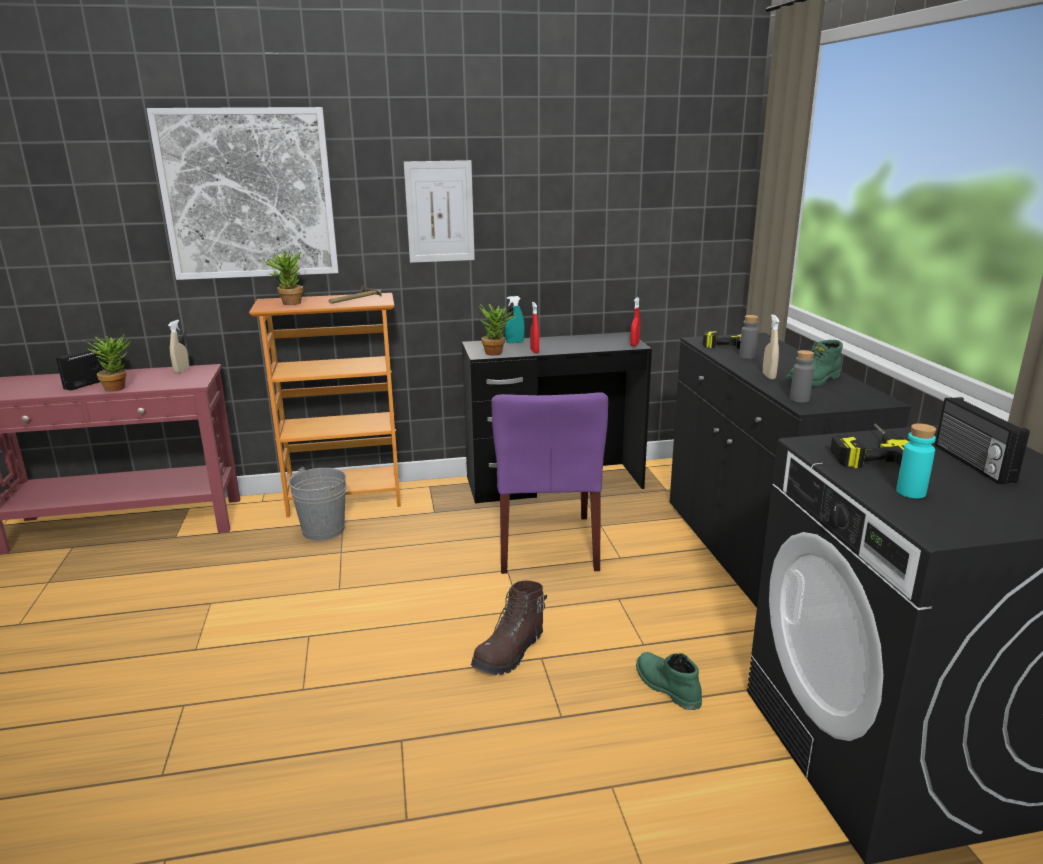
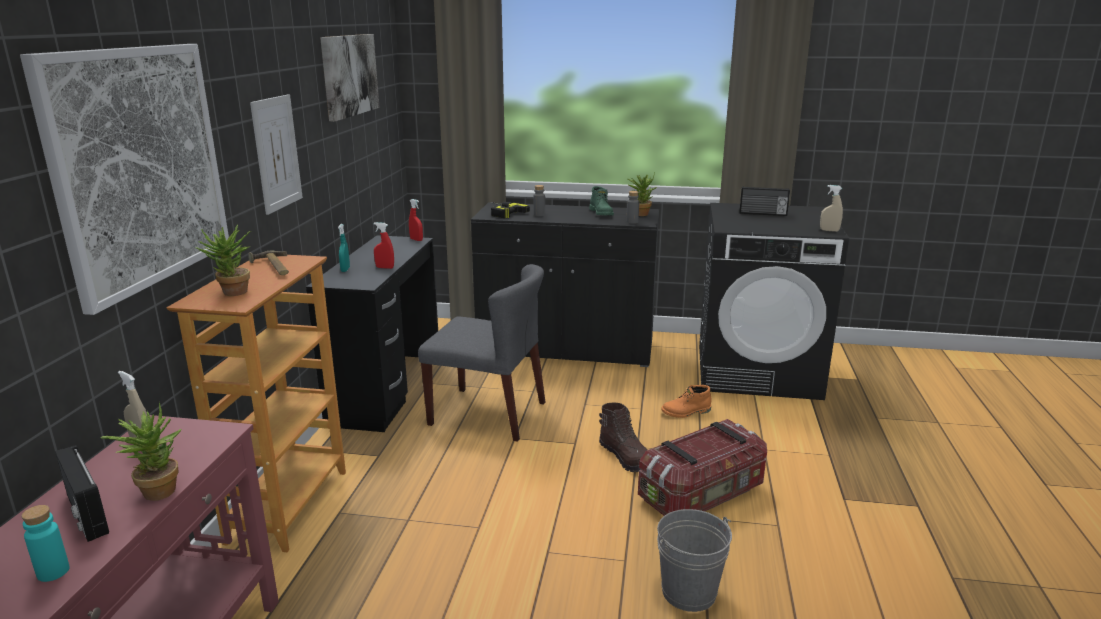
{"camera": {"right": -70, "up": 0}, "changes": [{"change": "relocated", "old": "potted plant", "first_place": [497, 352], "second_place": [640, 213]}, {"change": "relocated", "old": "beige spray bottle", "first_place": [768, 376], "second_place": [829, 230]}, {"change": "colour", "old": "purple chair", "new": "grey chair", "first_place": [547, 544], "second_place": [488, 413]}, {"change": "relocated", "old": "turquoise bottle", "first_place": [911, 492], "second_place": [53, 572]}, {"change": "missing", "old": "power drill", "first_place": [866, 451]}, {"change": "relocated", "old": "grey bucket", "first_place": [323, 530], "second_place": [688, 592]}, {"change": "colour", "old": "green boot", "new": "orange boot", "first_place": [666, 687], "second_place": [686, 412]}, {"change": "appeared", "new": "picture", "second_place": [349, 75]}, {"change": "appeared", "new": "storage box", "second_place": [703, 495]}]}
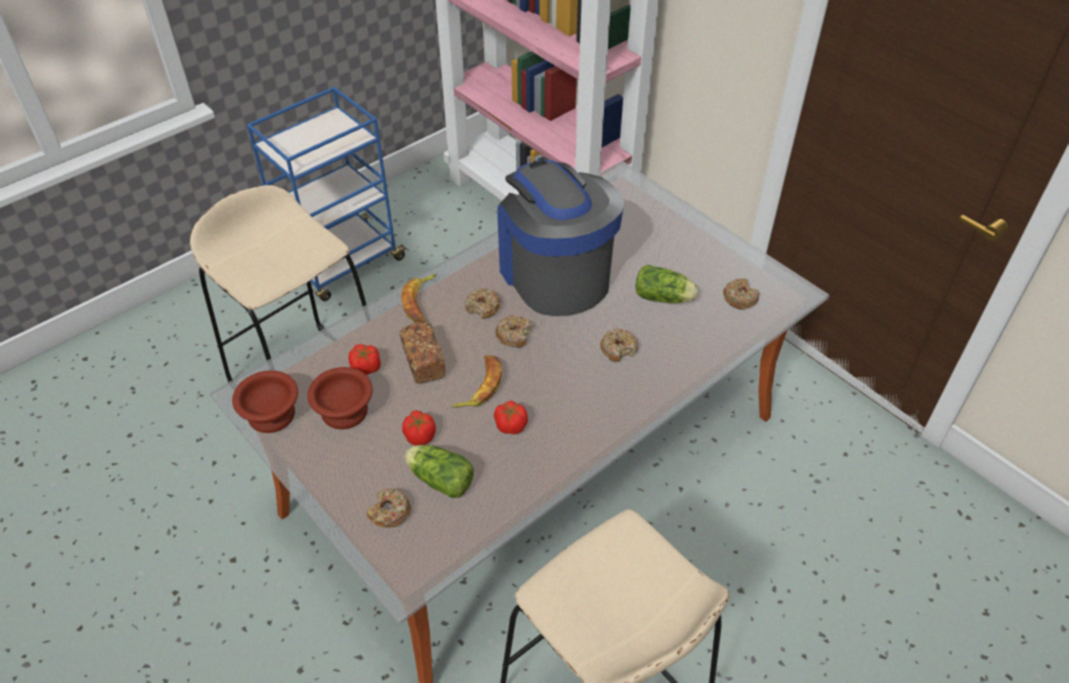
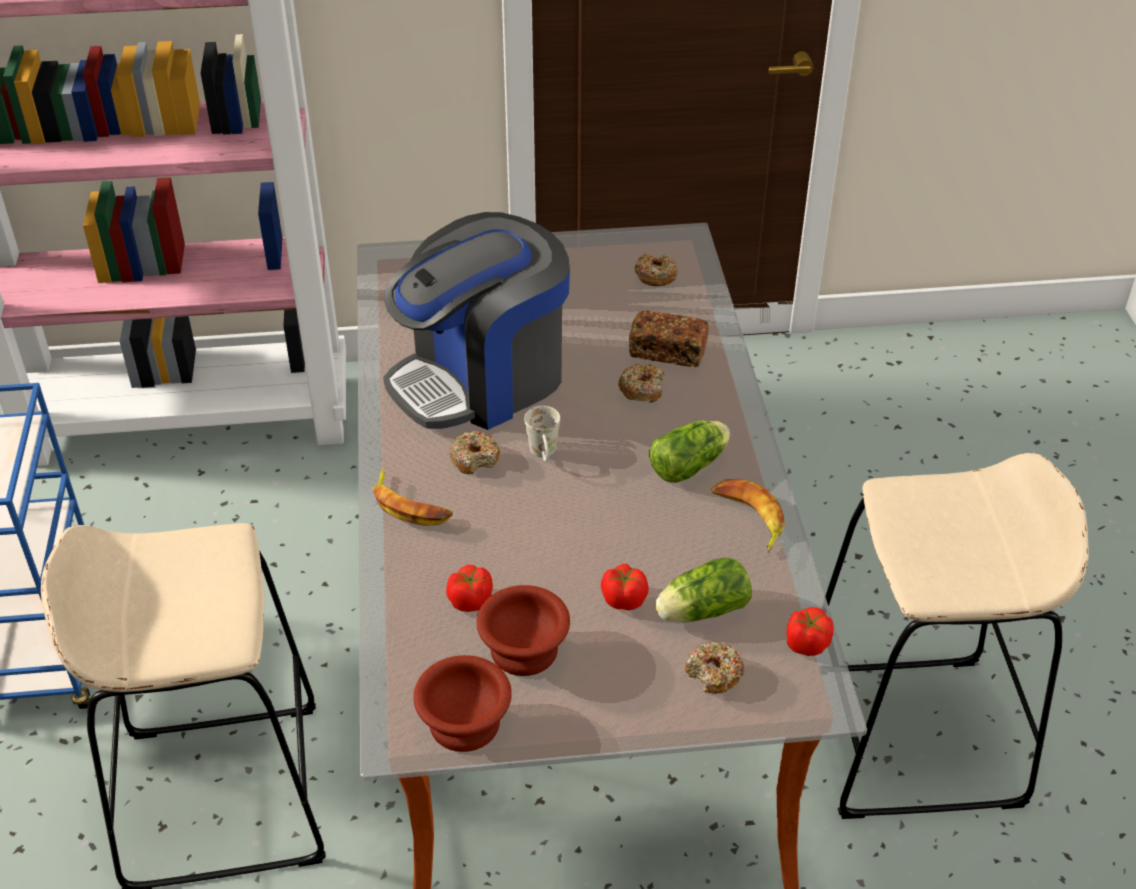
{"camera": {"right": -55, "up": -5}, "changes": [{"change": "spun", "old": "coffee machine", "first_place": [554, 273], "second_place": [481, 379], "degrees": -45}, {"change": "relocated", "old": "lettuce", "first_place": [665, 298], "second_place": [691, 464]}, {"change": "exchanged", "old": "donut", "new": "white mug", "first_place": [514, 335], "second_place": [544, 455]}, {"change": "relocated", "old": "bread", "first_place": [423, 361], "second_place": [667, 352]}, {"change": "relocated", "old": "banana", "first_place": [479, 386], "second_place": [748, 518]}, {"change": "relocated", "old": "tomato", "first_place": [510, 425], "second_place": [807, 644]}]}
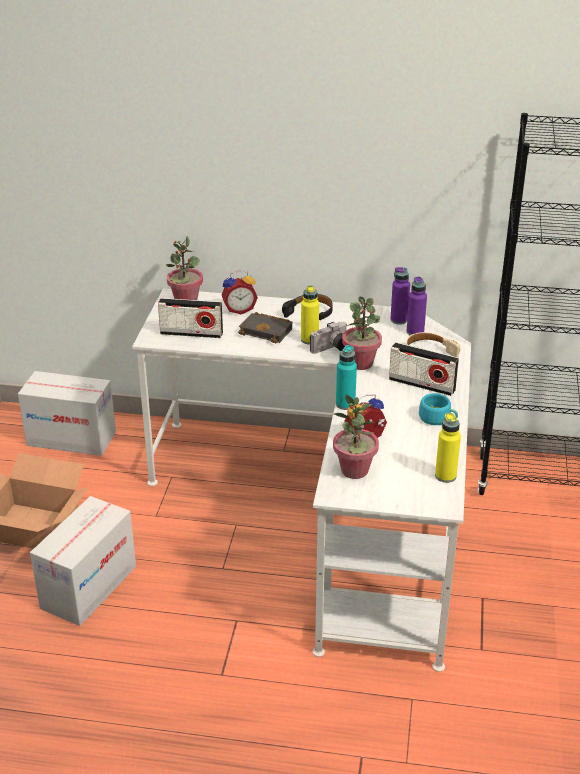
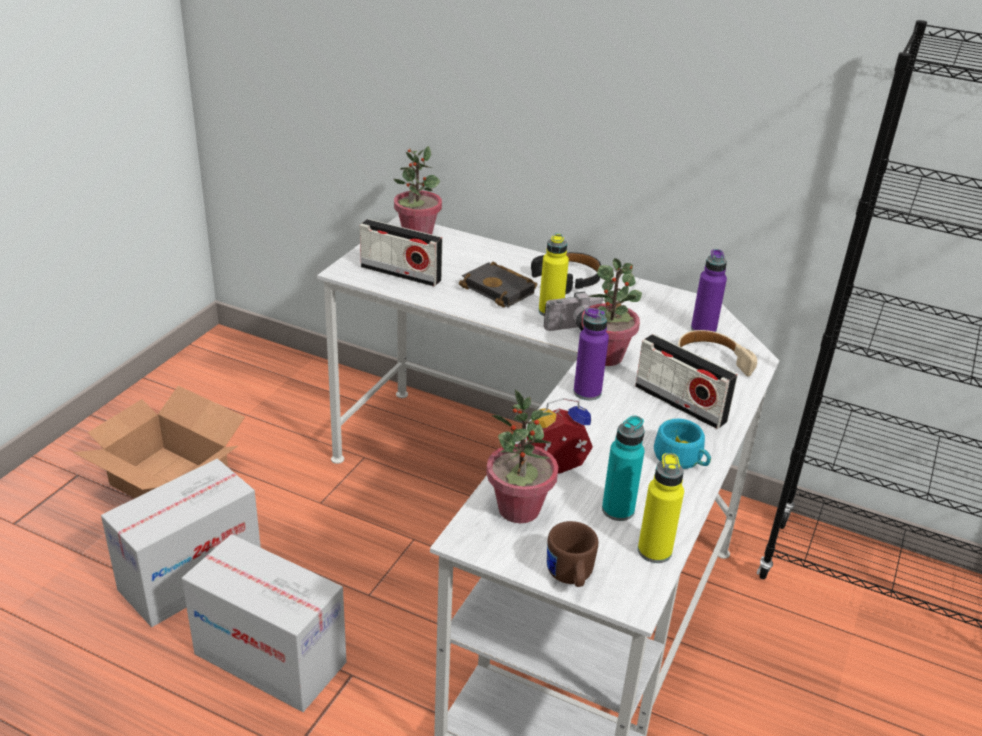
{"camera": {"right": 15, "up": 0}, "changes": [{"change": "relocated", "old": "purple bottle", "first_place": [399, 320], "second_place": [587, 392]}, {"change": "missing", "old": "alarm clock", "first_place": [239, 310]}, {"change": "relocated", "old": "turquoise bottle", "first_place": [345, 404], "second_place": [618, 510]}, {"change": "relocated", "old": "cardboard box", "first_place": [71, 438], "second_place": [271, 658]}, {"change": "appeared", "new": "brown mug", "second_place": [570, 577]}]}
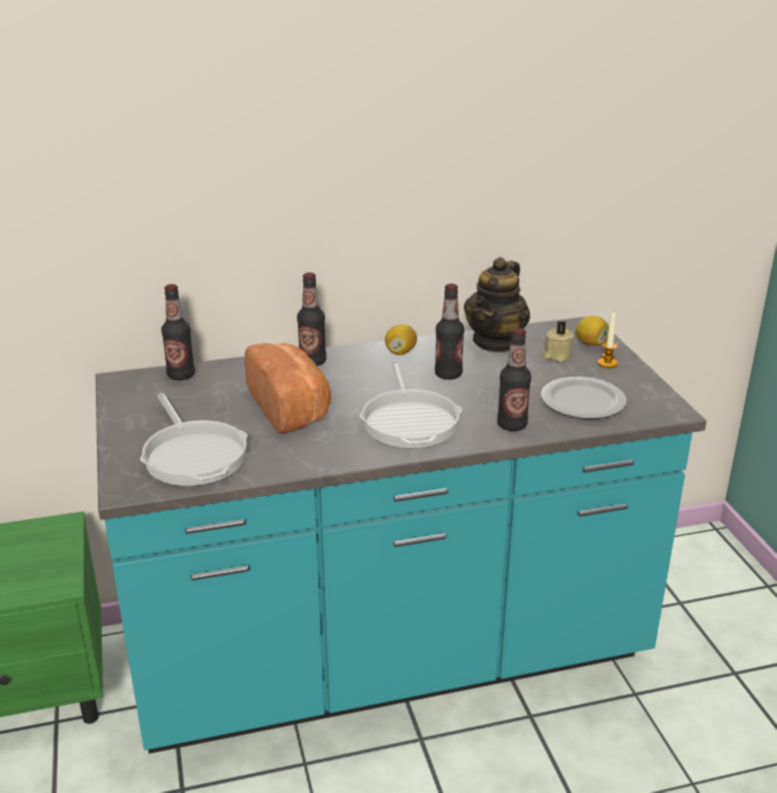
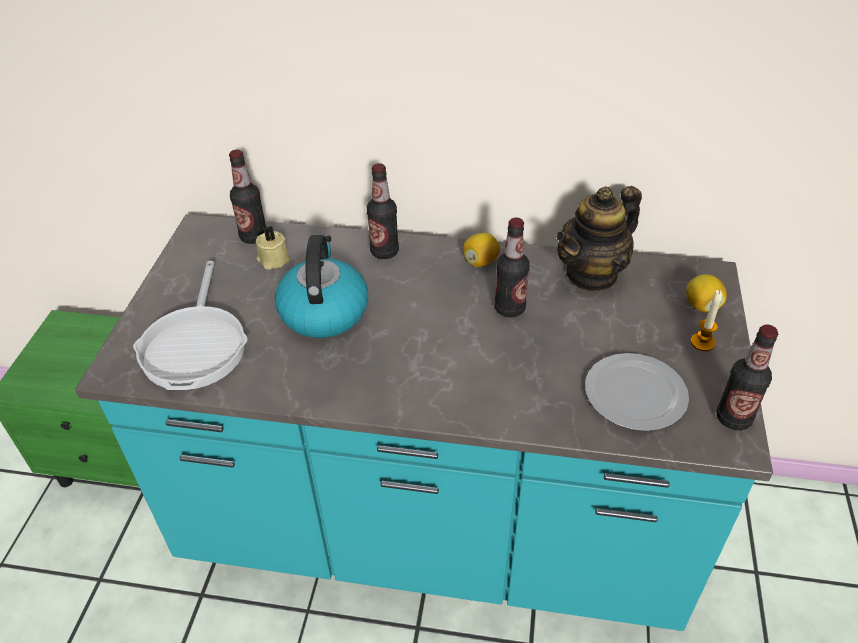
{"camera": {"right": 25, "up": 15}, "changes": [{"change": "relocated", "old": "beige candle", "first_place": [556, 355], "second_place": [273, 260]}, {"change": "relocated", "old": "bottle", "first_place": [512, 425], "second_place": [733, 418]}, {"change": "exchanged", "old": "bread", "new": "kettle", "first_place": [292, 408], "second_place": [323, 311]}, {"change": "missing", "old": "frying pan", "first_place": [409, 420]}]}
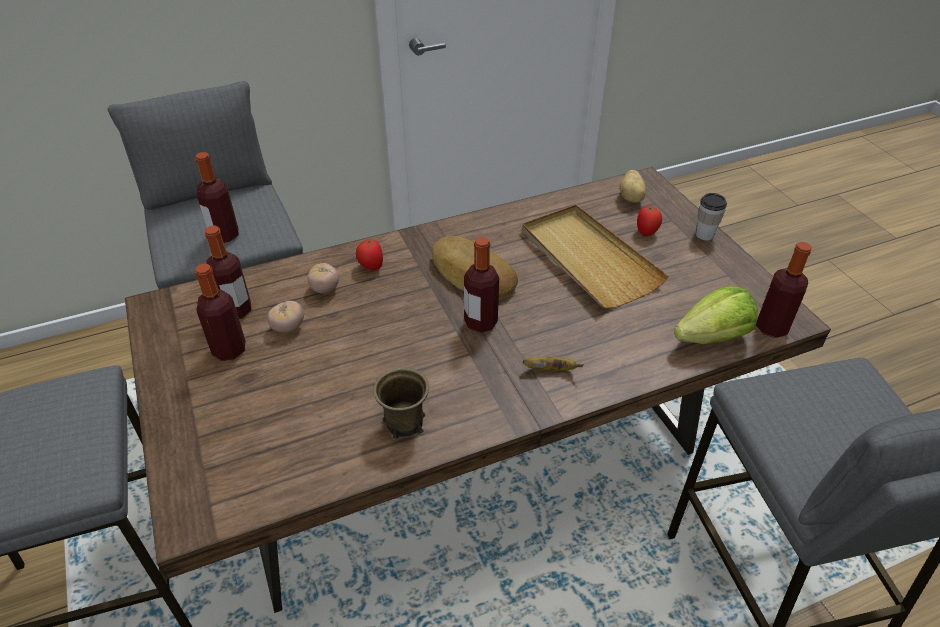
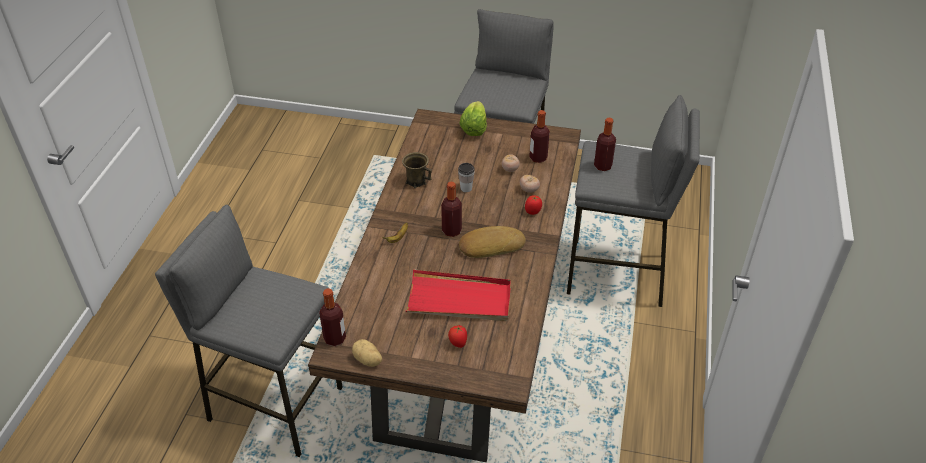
{"camera": {"right": 125, "up": 0}, "changes": [{"change": "relocated", "old": "potato", "first_place": [631, 197], "second_place": [367, 360]}, {"change": "relocated", "old": "cup", "first_place": [704, 234], "second_place": [466, 188]}, {"change": "colour", "old": "beige tray", "new": "red tray", "first_place": [588, 259], "second_place": [459, 299]}, {"change": "missing", "old": "bottle", "first_place": [229, 350]}, {"change": "relocated", "old": "lettuce", "first_place": [712, 337], "second_place": [474, 128]}]}
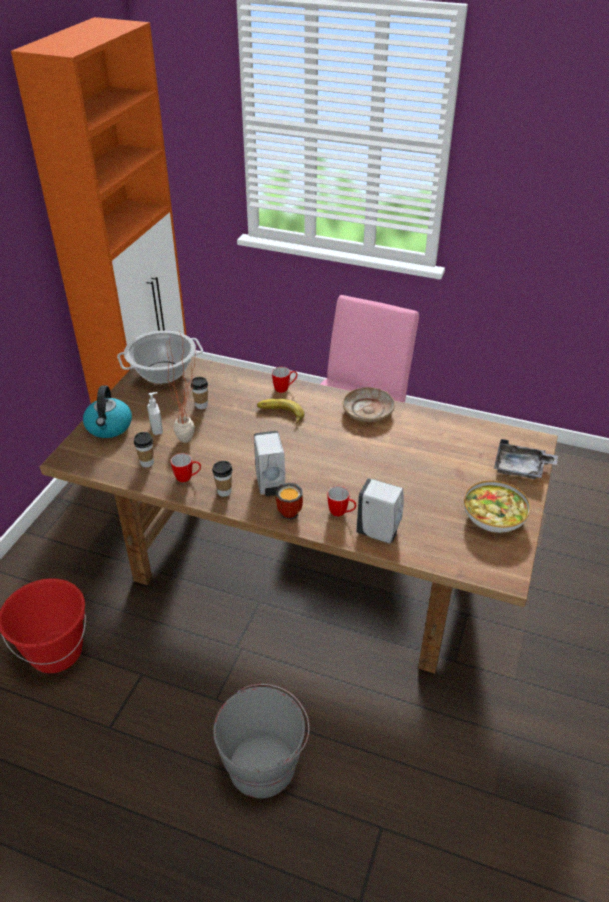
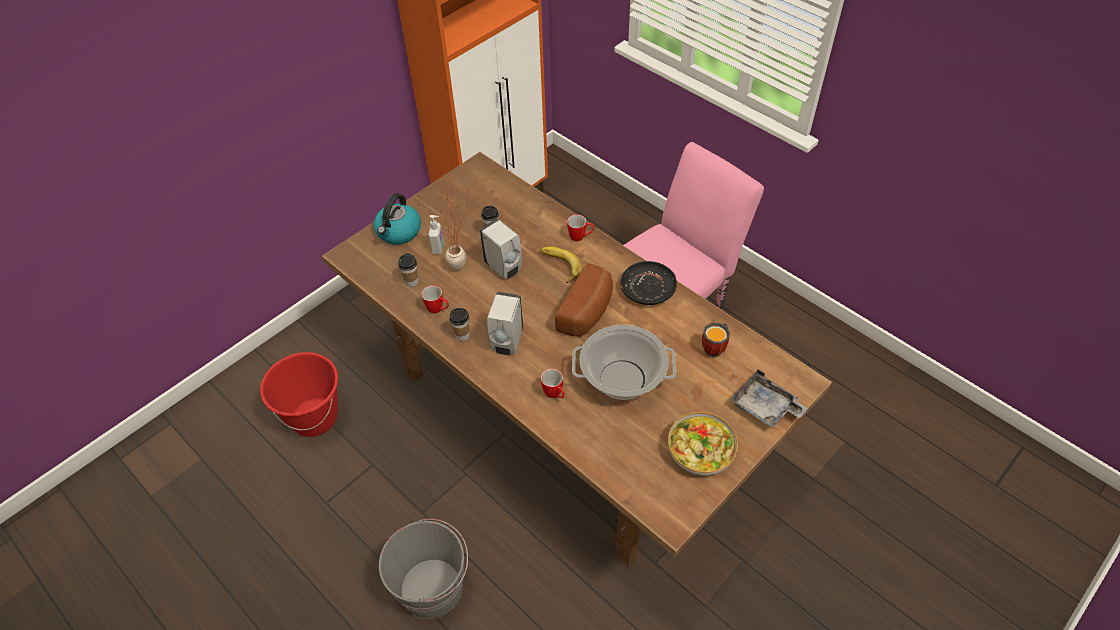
{"camera": {"right": 25, "up": 10}, "changes": [{"change": "relocated", "old": "cooking pot", "first_place": [163, 372], "second_place": [623, 379]}, {"change": "colour", "old": "beige plate", "new": "black plate", "first_place": [368, 411], "second_place": [648, 289]}, {"change": "relocated", "old": "white soap dispenser", "first_place": [379, 533], "second_place": [504, 268]}, {"change": "relocated", "old": "mug", "first_place": [291, 510], "second_place": [716, 348]}, {"change": "appeared", "new": "bread", "second_place": [588, 312]}]}
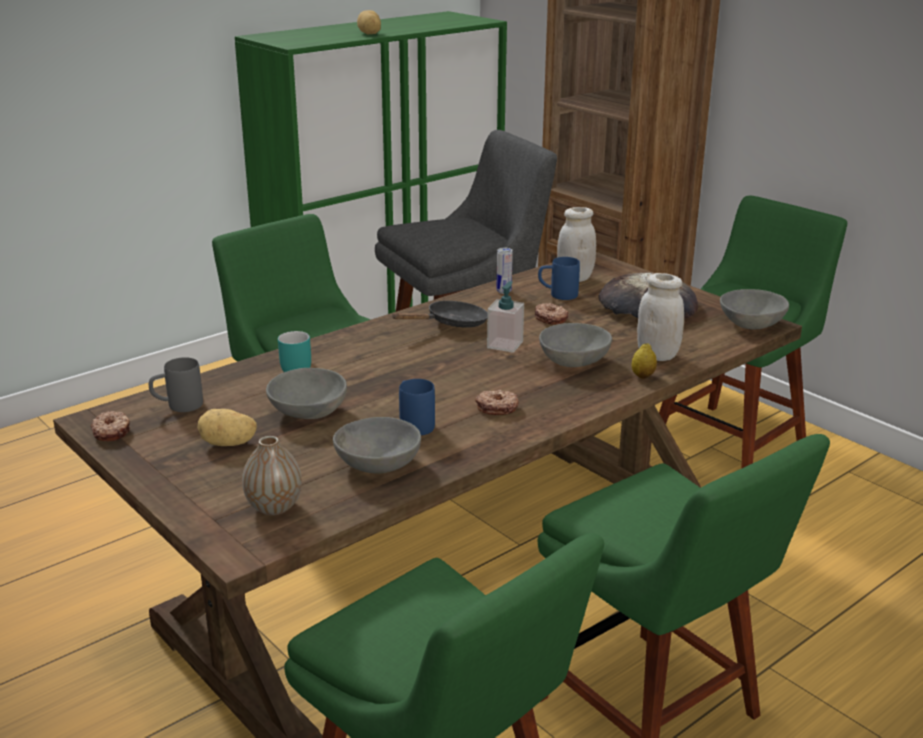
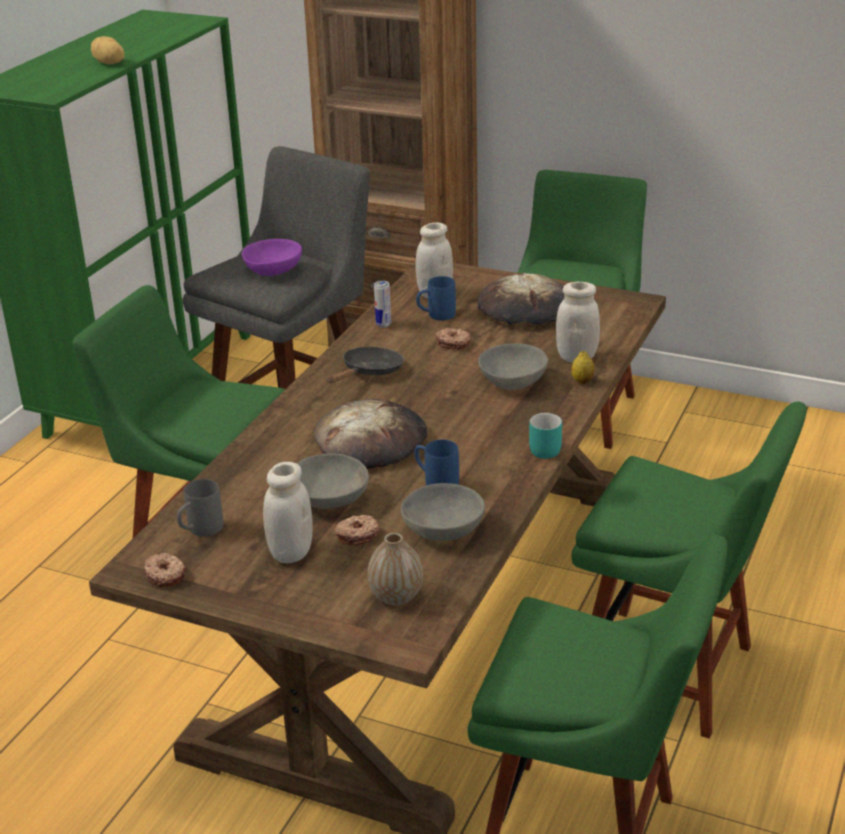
{"camera": {"right": -25, "up": 5}, "changes": [{"change": "missing", "old": "soap dispenser", "first_place": [505, 345]}, {"change": "missing", "old": "grey bowl", "first_place": [750, 323]}, {"change": "relocated", "old": "turquoise mug", "first_place": [295, 366], "second_place": [541, 449]}, {"change": "relocated", "old": "donut", "first_place": [497, 408], "second_place": [357, 535]}, {"change": "exchanged", "old": "potato", "new": "white jar", "first_place": [228, 444], "second_place": [290, 552]}, {"change": "appeared", "new": "purple bowl", "second_place": [273, 270]}, {"change": "appeared", "new": "bread", "second_place": [371, 441]}]}
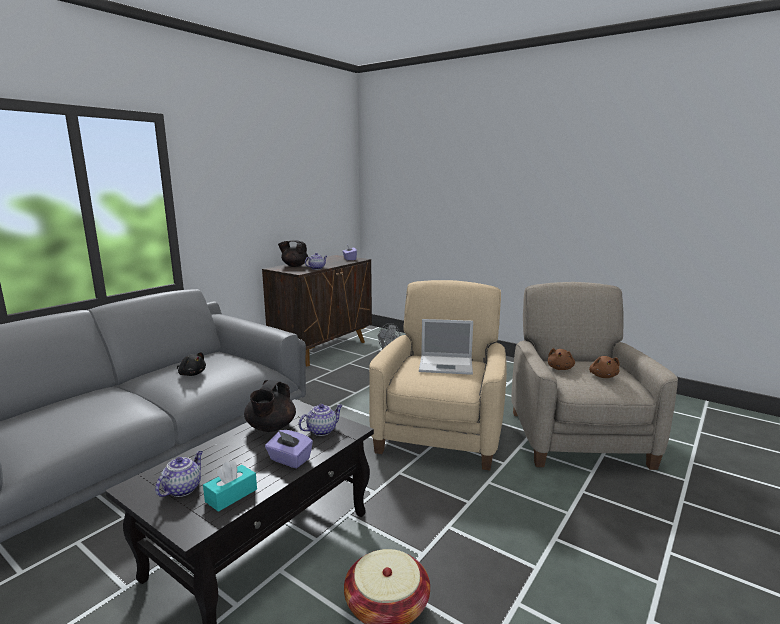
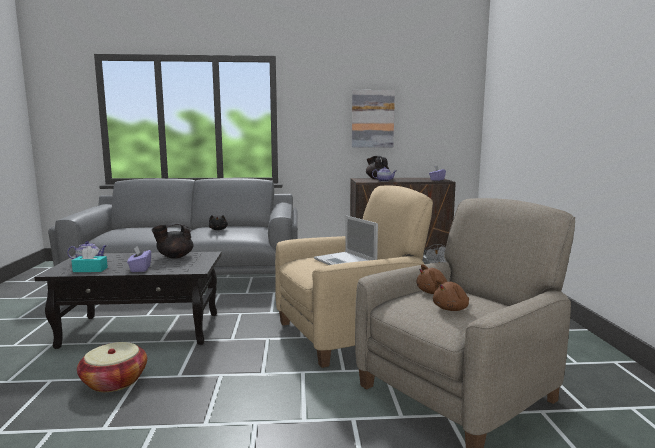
{"camera": {"right": 50, "up": -5}, "changes": [{"change": "missing", "old": "teapot", "first_place": [322, 430]}, {"change": "appeared", "new": "picture", "second_place": [372, 119]}]}
